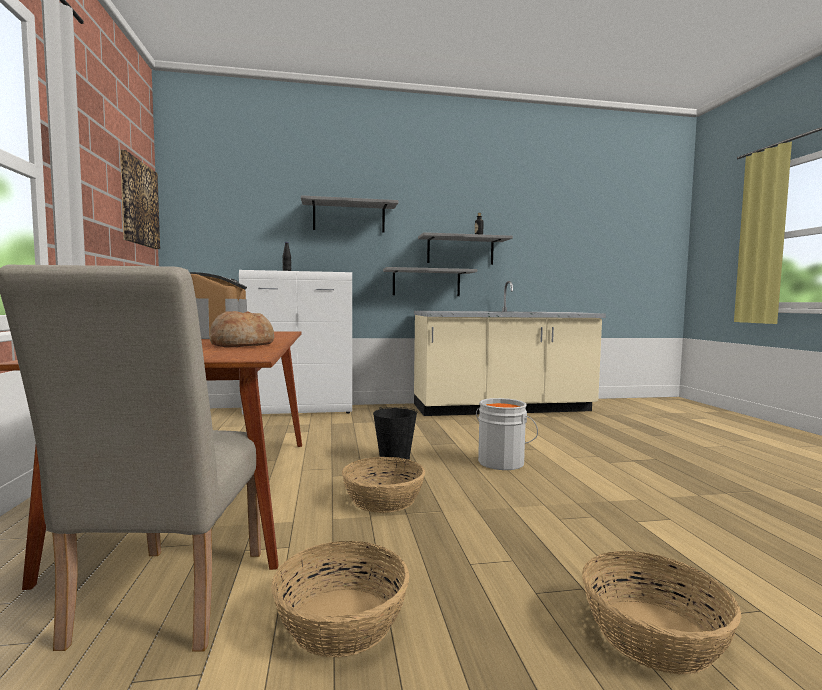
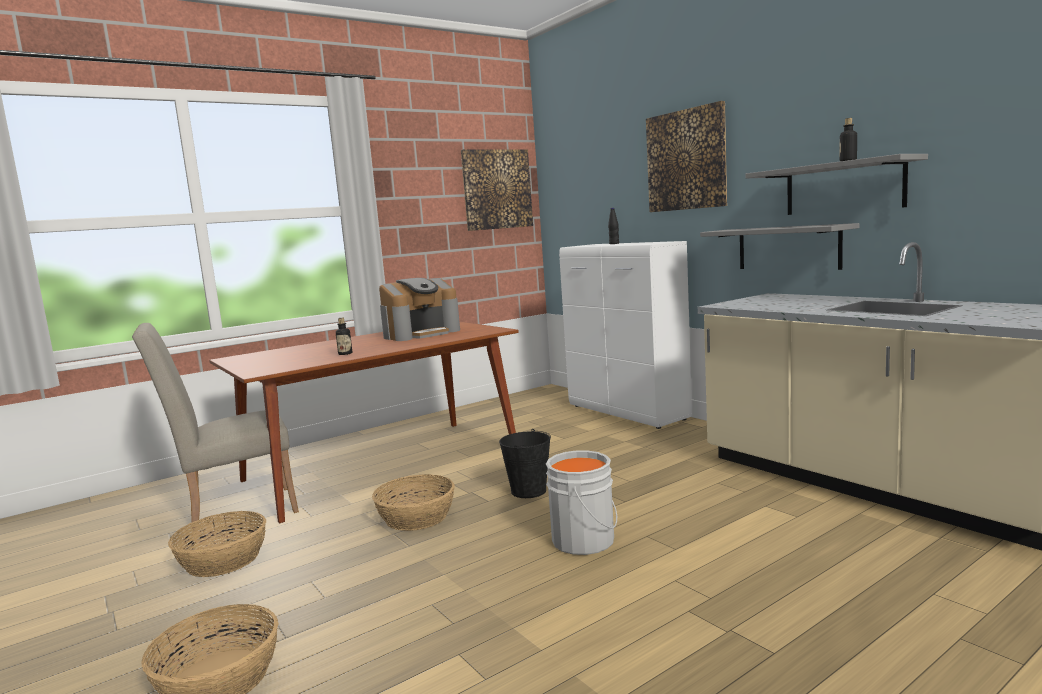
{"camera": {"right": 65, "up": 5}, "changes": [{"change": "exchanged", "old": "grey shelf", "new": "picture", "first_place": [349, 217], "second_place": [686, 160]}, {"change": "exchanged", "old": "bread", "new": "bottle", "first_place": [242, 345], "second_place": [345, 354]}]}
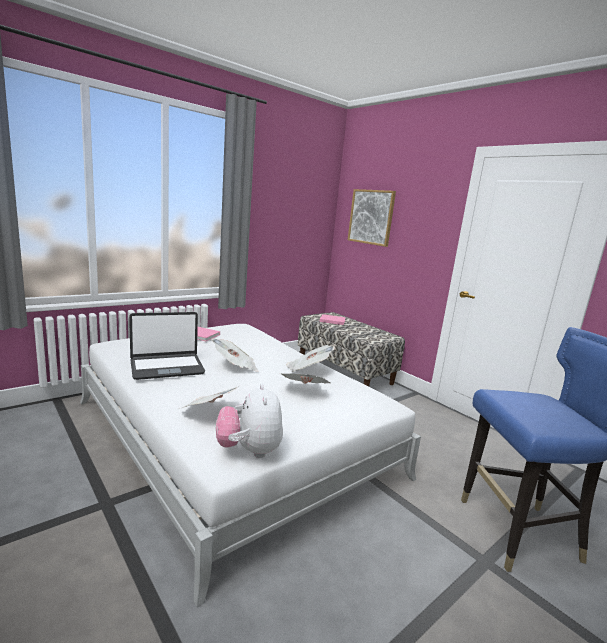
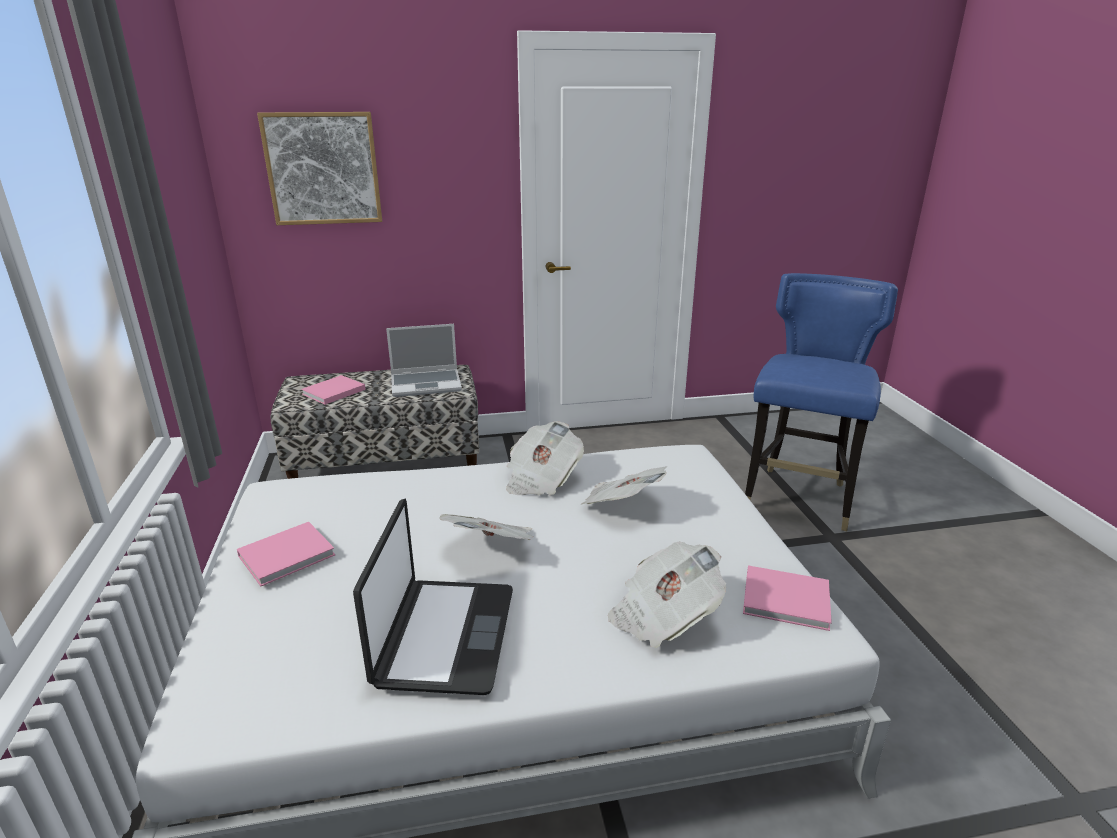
{"camera": {"right": -60, "up": 10}, "changes": [{"change": "exchanged", "old": "plush toy", "new": "pink book", "first_place": [249, 451], "second_place": [789, 600]}, {"change": "appeared", "new": "laptop", "second_place": [427, 384]}]}
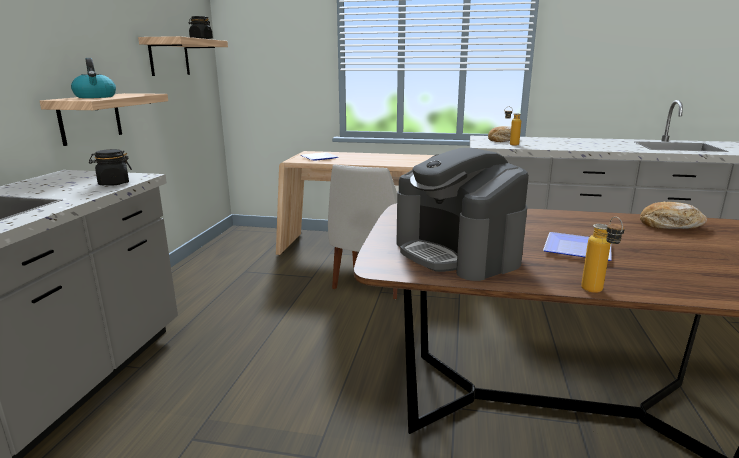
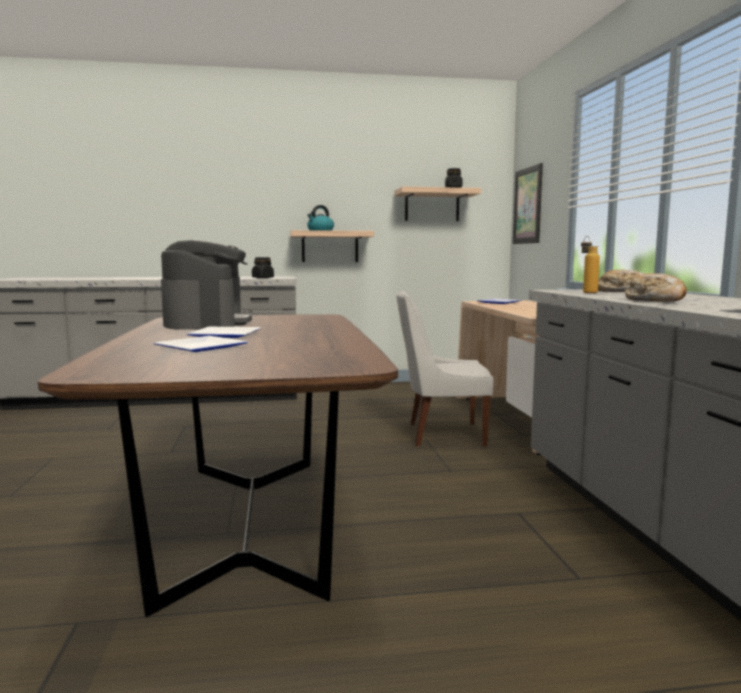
{"camera": {"right": 70, "up": -10}, "changes": [{"change": "spun", "old": "coffee machine", "first_place": [457, 253], "second_place": [207, 323], "degrees": 135}, {"change": "relocated", "old": "bread", "first_place": [670, 225], "second_place": [655, 300]}, {"change": "missing", "old": "bottle", "first_place": [597, 292]}, {"change": "appeared", "new": "picture", "second_place": [527, 205]}, {"change": "appeared", "new": "plate", "second_place": [202, 347]}]}
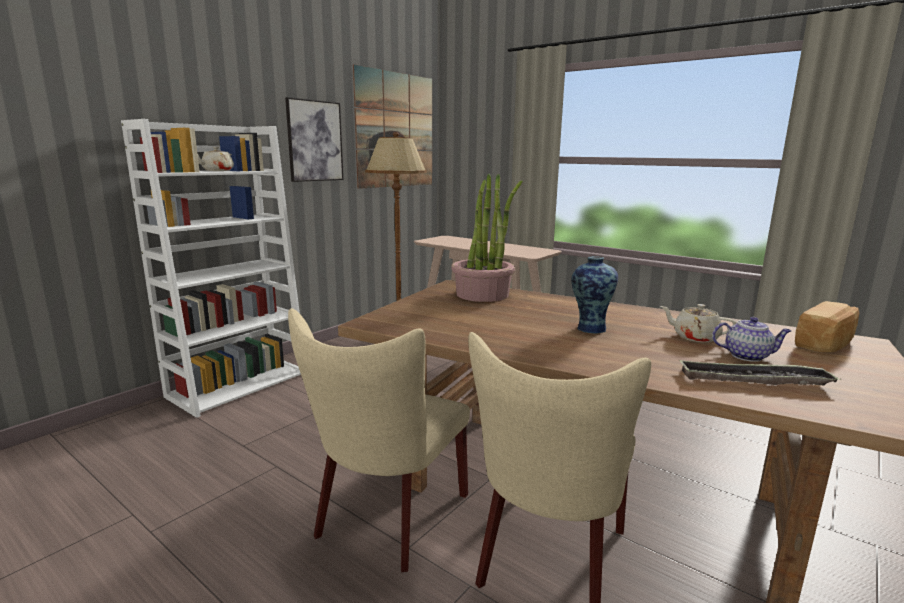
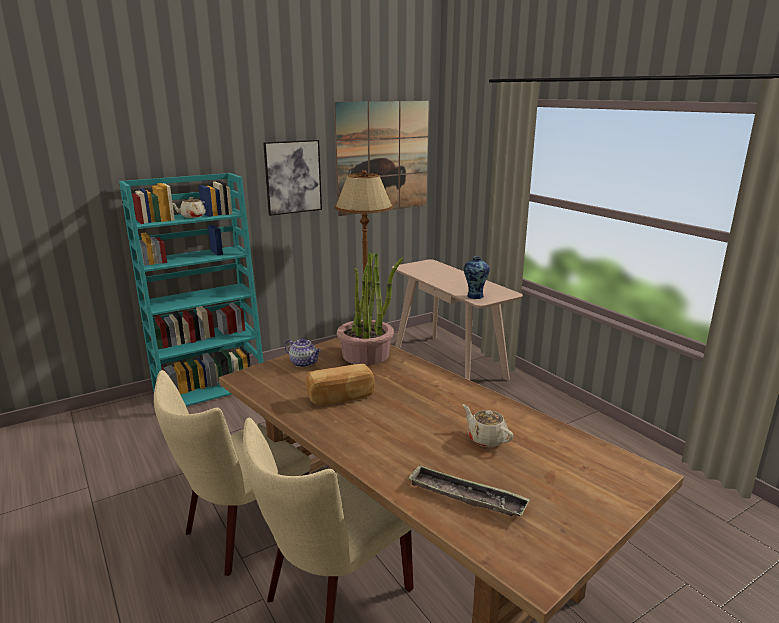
{"camera": {"right": 20, "up": 5}, "changes": [{"change": "colour", "old": "white bookcase", "new": "turquoise bookcase", "first_place": [239, 385], "second_place": [211, 389]}, {"change": "relocated", "old": "vase", "first_place": [590, 328], "second_place": [475, 296]}, {"change": "relocated", "old": "bread", "first_place": [826, 343], "second_place": [341, 397]}, {"change": "relocated", "old": "teapot", "first_place": [747, 356], "second_place": [304, 363]}]}
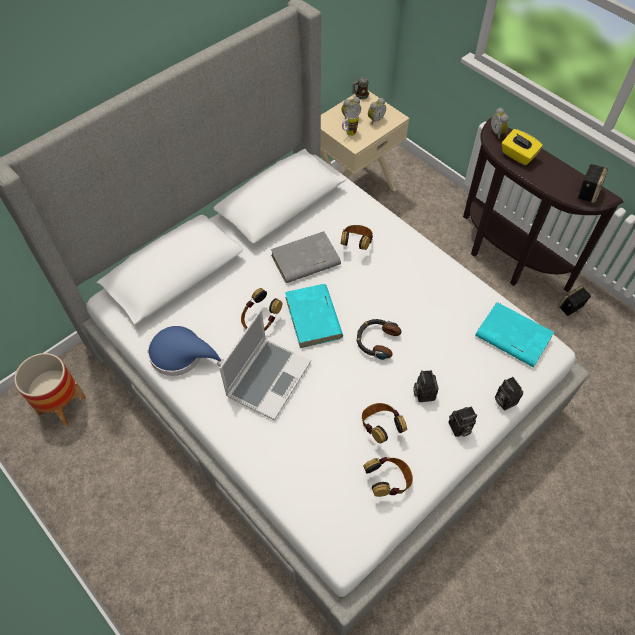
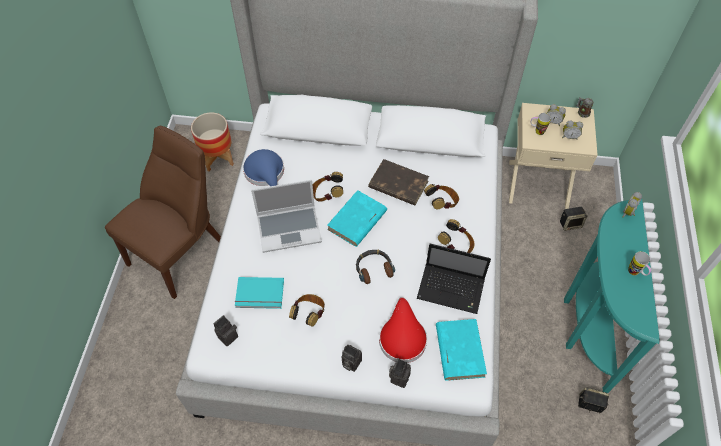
{"camera": {"right": 50, "up": 0}, "changes": [{"change": "colour", "old": "brown console table", "new": "turquoise console table", "first_place": [505, 260], "second_place": [585, 326]}, {"change": "missing", "old": "yellow tissue box", "first_place": [518, 155]}, {"change": "relocated", "old": "speaker", "first_place": [587, 192], "second_place": [570, 224]}, {"change": "colour", "old": "grey book", "new": "brown book", "first_place": [305, 260], "second_place": [398, 184]}, {"change": "relocated", "old": "photo camera", "first_place": [423, 393], "second_place": [228, 335]}, {"change": "relocated", "old": "headphones", "first_place": [388, 481], "second_place": [456, 246]}, {"change": "appeared", "new": "brown chair", "second_place": [180, 251]}, {"change": "appeared", "new": "laptop", "second_place": [452, 289]}, {"change": "appeared", "new": "mug", "second_place": [635, 273]}, {"change": "appeared", "new": "turquoise book", "second_place": [260, 295]}, {"change": "appeared", "new": "red hat", "second_place": [402, 336]}]}
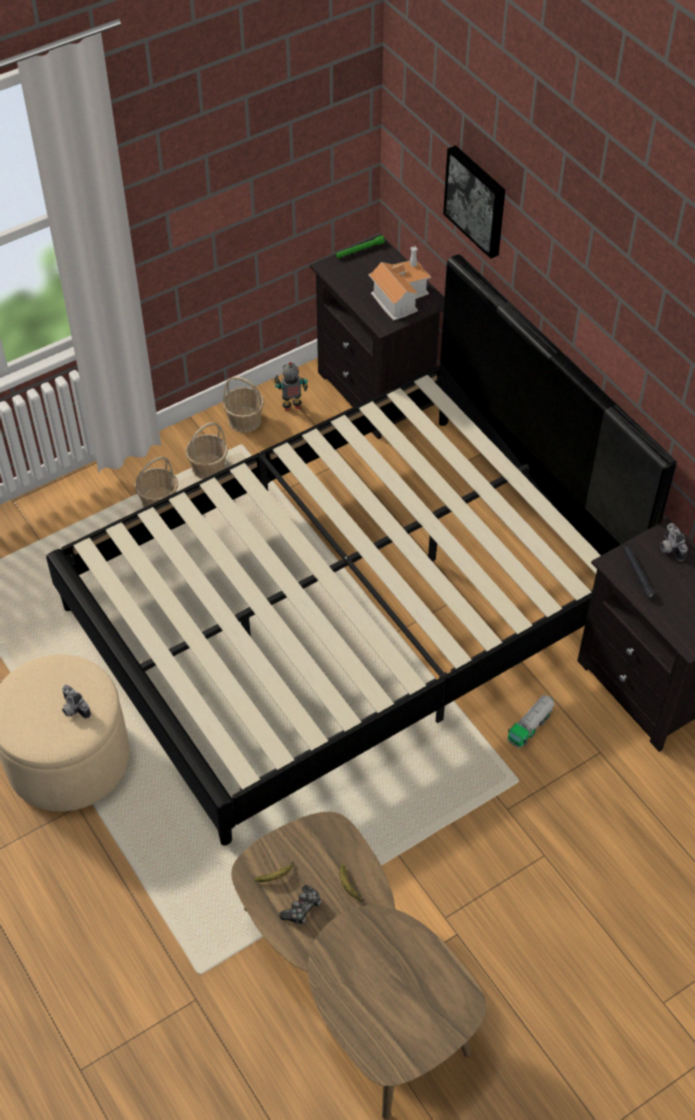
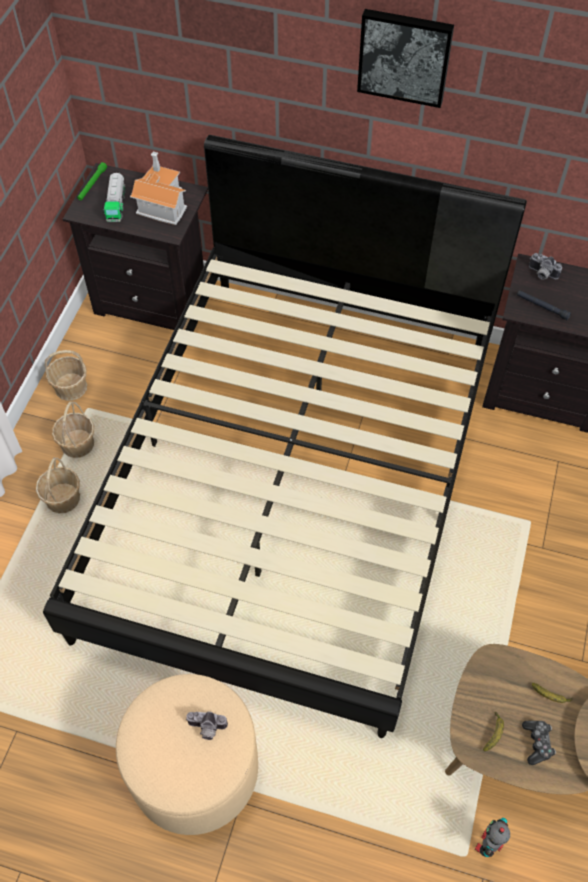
{"camera": {"right": -40, "up": 5}, "changes": [{"change": "relocated", "old": "picture", "first_place": [477, 200], "second_place": [404, 56]}, {"change": "relocated", "old": "toy robot", "first_place": [292, 407], "second_place": [486, 845]}, {"change": "relocated", "old": "toy truck", "first_place": [530, 727], "second_place": [116, 205]}]}
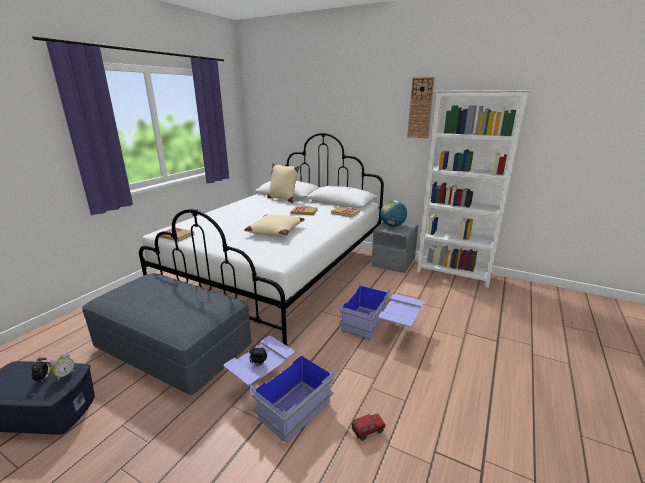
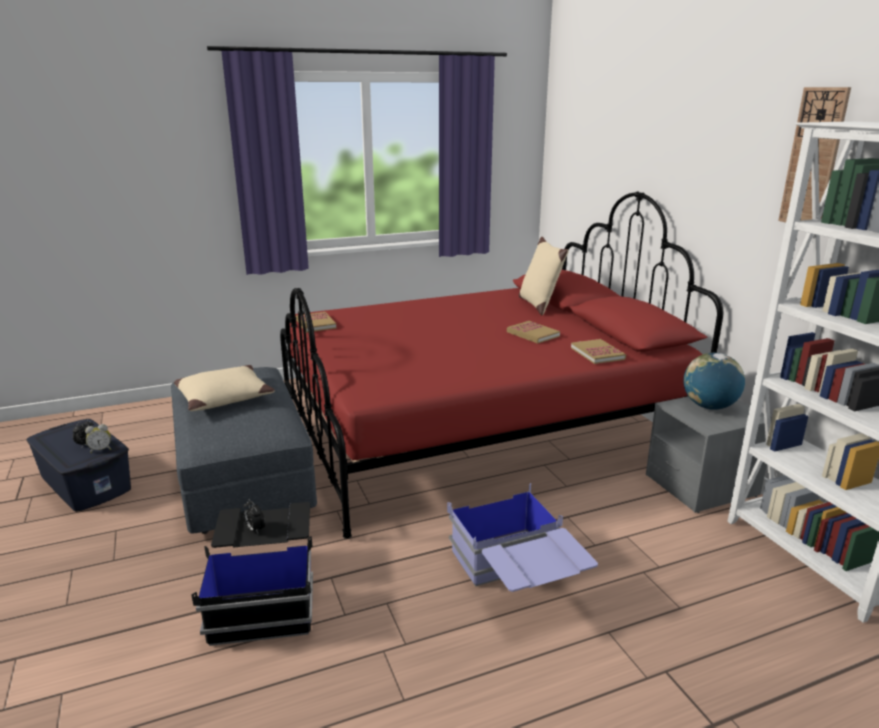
{"camera": {"right": 40, "up": 0}, "changes": [{"change": "colour", "old": "white bed", "new": "red bed", "first_place": [279, 273], "second_place": [478, 430]}, {"change": "relocated", "old": "beige pillow", "first_place": [275, 231], "second_place": [224, 397]}, {"change": "colour", "old": "blue storage box", "new": "black storage box", "first_place": [278, 398], "second_place": [265, 592]}, {"change": "missing", "old": "toy truck", "first_place": [368, 431]}]}
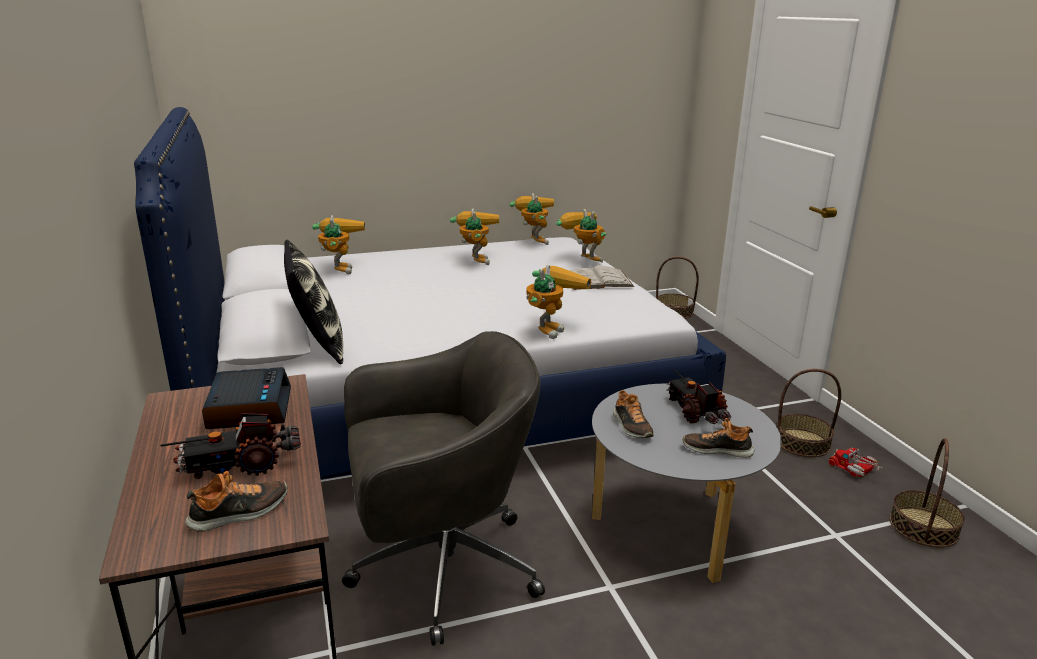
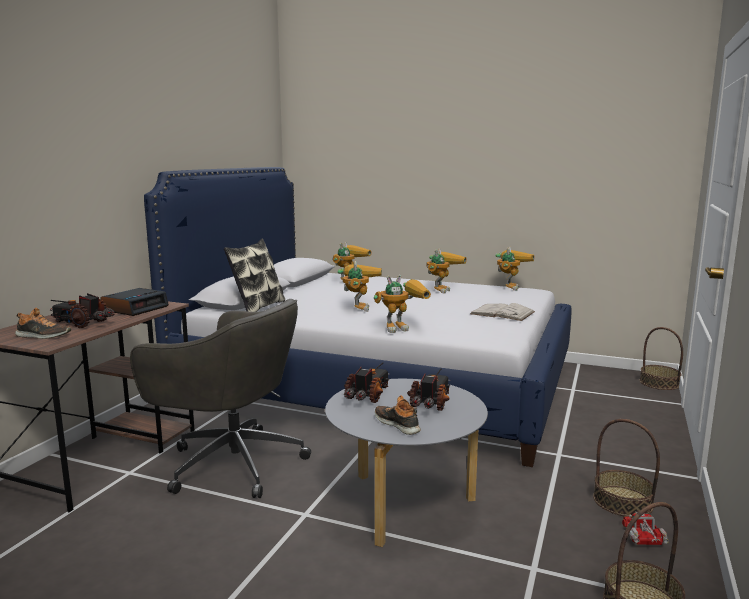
{"camera": {"right": 40, "up": -10}, "changes": [{"change": "relocated", "old": "toy robot", "first_place": [581, 259], "second_place": [358, 307]}, {"change": "exchanged", "old": "shoe", "new": "toy truck", "first_place": [631, 426], "second_place": [368, 396]}]}
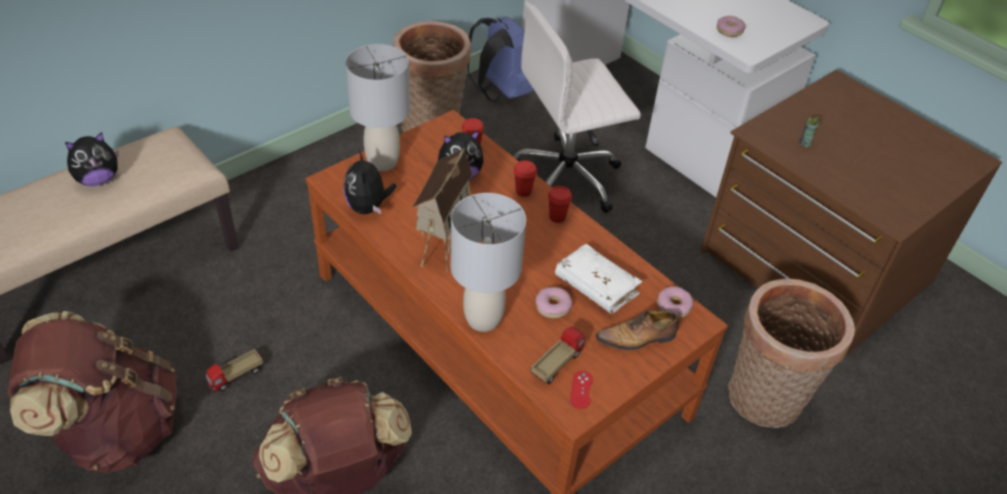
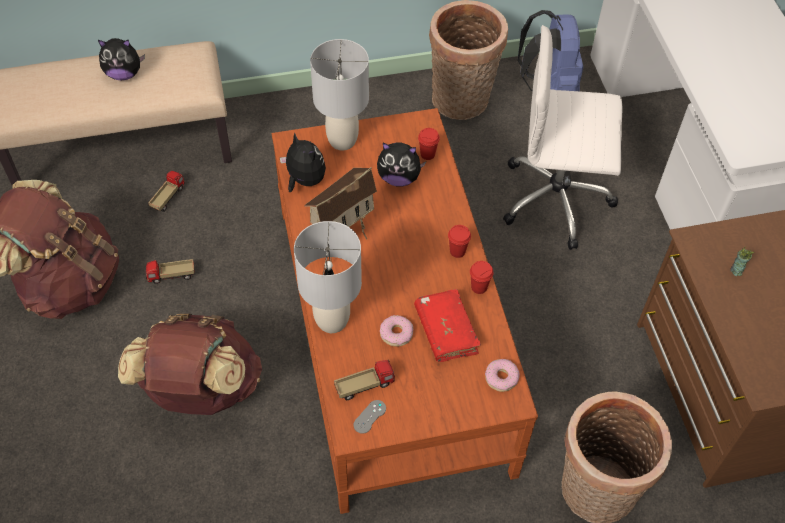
{"camera": {"right": 30, "up": 10}, "changes": [{"change": "missing", "old": "donut", "first_place": [729, 30]}, {"change": "spun", "old": "plush toy", "first_place": [368, 207], "second_place": [304, 180], "degrees": 120}, {"change": "relocated", "old": "red cup", "first_place": [523, 191], "second_place": [479, 287]}, {"change": "colour", "old": "white book", "new": "red book", "first_place": [596, 286], "second_place": [446, 331]}, {"change": "missing", "old": "shoe", "first_place": [638, 338]}, {"change": "colour", "old": "red game controller", "new": "grey game controller", "first_place": [581, 389], "second_place": [369, 416]}, {"change": "appeared", "new": "toy truck", "second_place": [168, 197]}]}
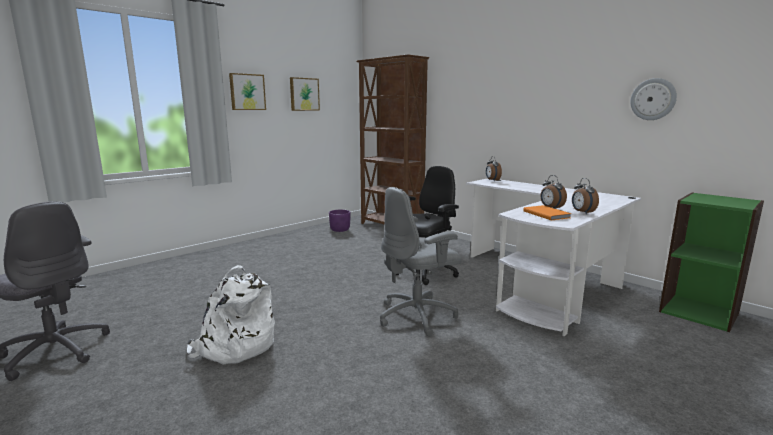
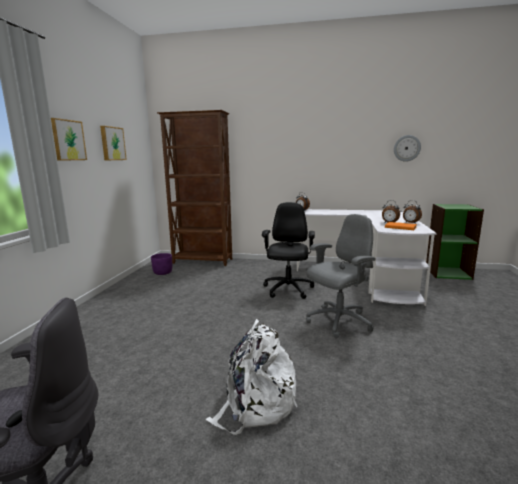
{"camera": {"right": -35, "up": 0}, "changes": [{"change": "spun", "old": "grey office chair", "first_place": [418, 316], "second_place": [338, 322], "degrees": -150}]}
